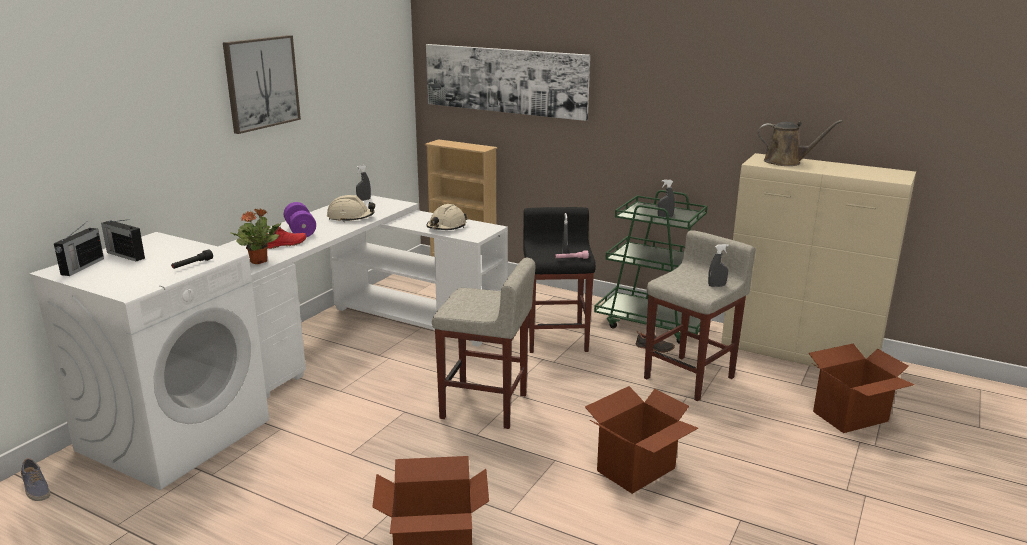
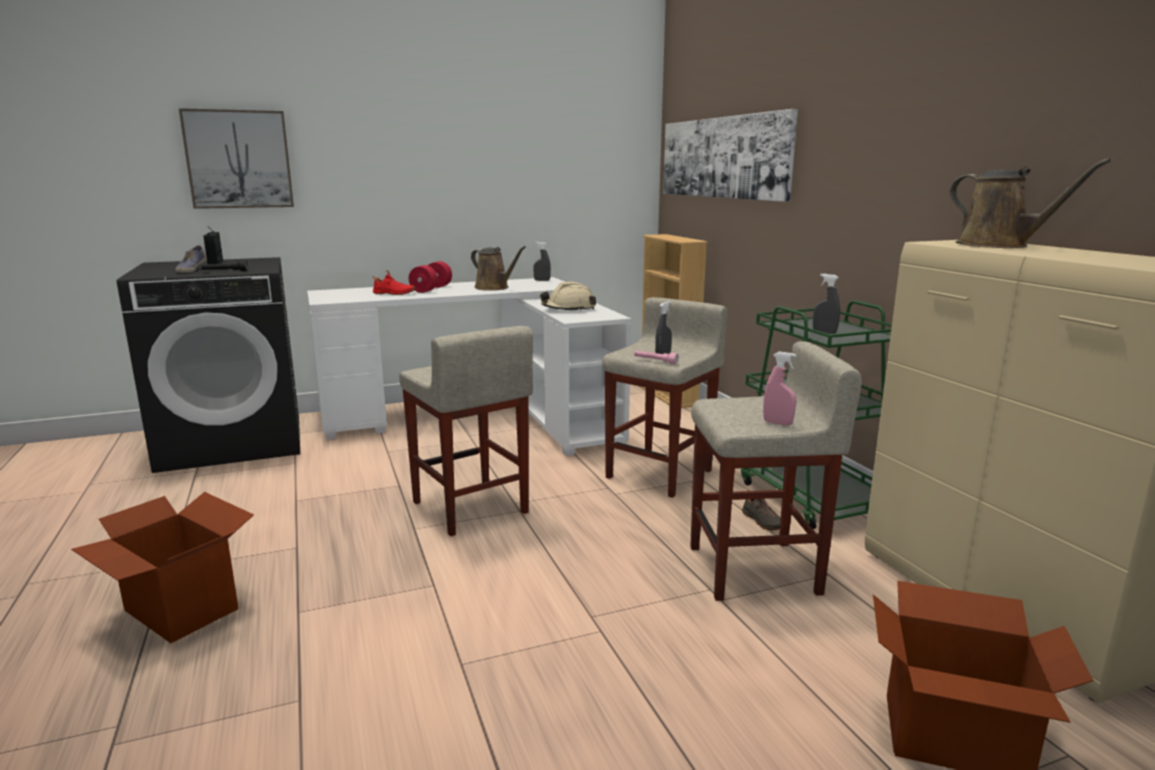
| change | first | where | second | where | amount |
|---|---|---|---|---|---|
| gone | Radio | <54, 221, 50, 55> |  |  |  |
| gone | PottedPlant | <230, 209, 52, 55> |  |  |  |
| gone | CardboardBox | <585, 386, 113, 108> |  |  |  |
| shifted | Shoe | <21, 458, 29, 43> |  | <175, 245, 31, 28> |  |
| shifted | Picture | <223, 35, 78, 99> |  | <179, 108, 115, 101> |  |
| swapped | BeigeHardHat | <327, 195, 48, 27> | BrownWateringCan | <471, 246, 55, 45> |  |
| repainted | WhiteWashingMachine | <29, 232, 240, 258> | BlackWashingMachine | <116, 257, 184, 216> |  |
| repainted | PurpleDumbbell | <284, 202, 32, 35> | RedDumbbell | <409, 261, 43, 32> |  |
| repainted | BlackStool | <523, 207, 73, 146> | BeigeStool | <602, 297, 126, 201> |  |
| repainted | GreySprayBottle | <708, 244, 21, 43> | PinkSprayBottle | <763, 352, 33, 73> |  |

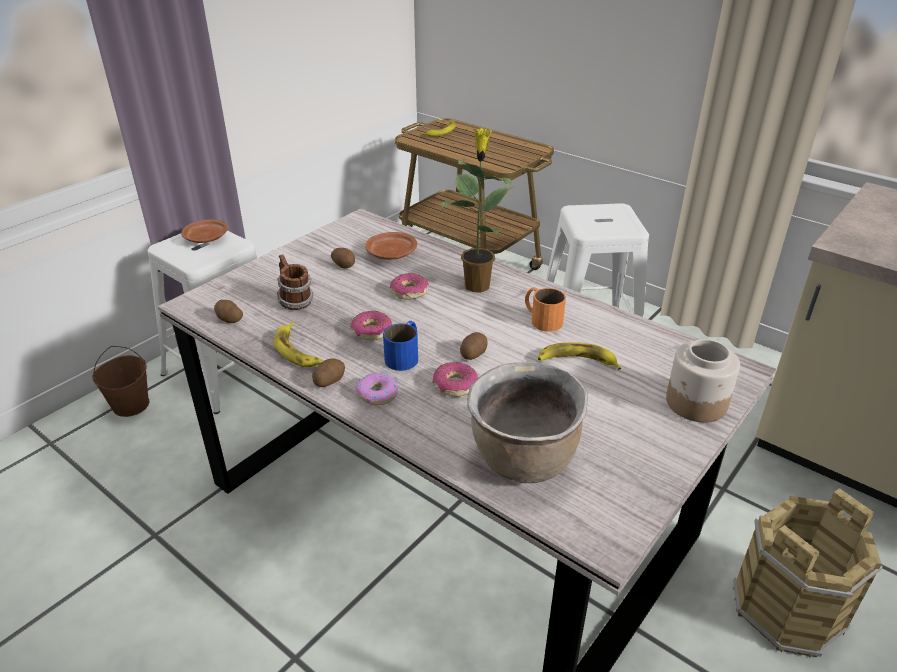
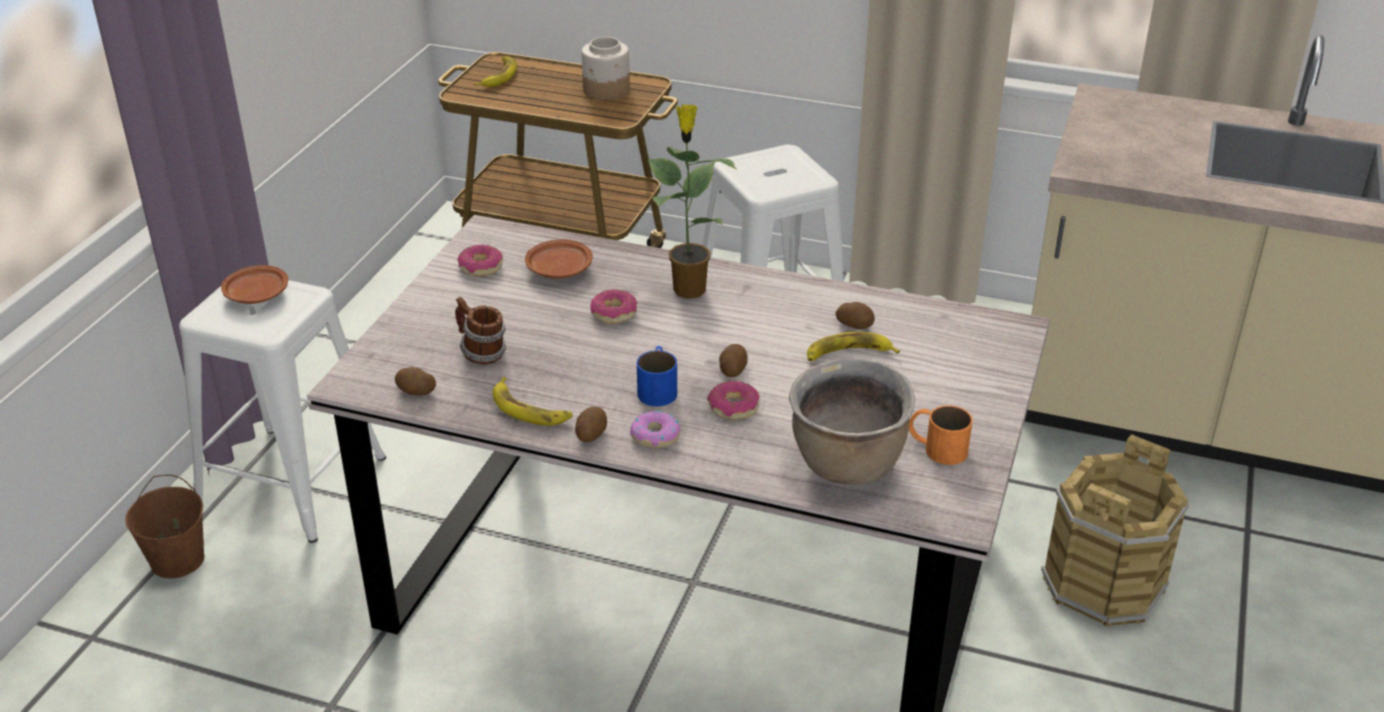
| change | first | where | second | where | amount |
|---|---|---|---|---|---|
| shifted | Potato | <331, 248, 24, 20> |  | <836, 302, 39, 27> |  |
| shifted | Donut | <350, 311, 42, 30> |  | <457, 245, 46, 31> |  |
| shifted | OrangeMug | <525, 287, 41, 45> |  | <909, 405, 64, 60> |  |
| shifted | Jar | <666, 339, 74, 84> |  | <581, 37, 49, 63> |  |

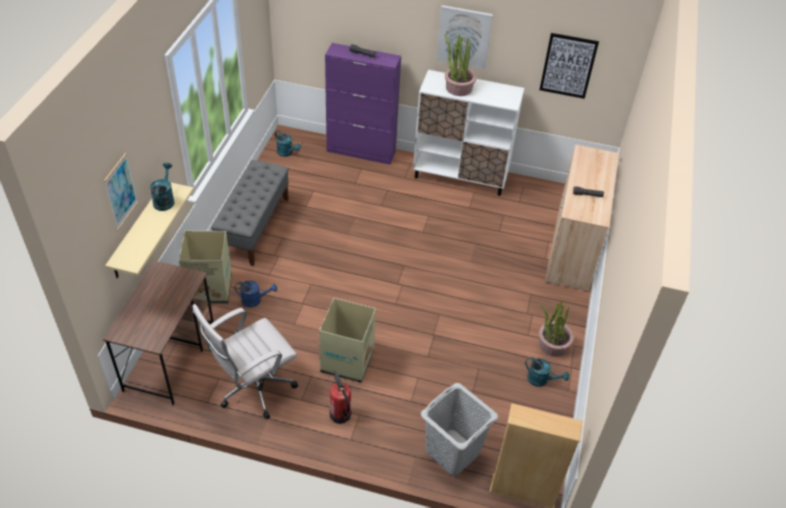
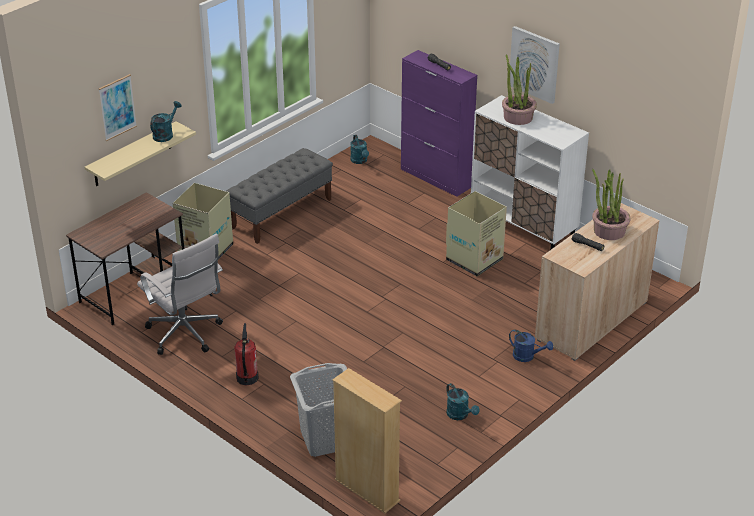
| change | first | where | second | where | amount |
|---|---|---|---|---|---|
| gone | Picture | <539, 33, 60, 66> |  |  |  |
| shifted | BlueWateringCan | <235, 280, 42, 27> |  | <509, 329, 44, 33> |  |
| shifted | CardboardBox | <319, 298, 57, 85> |  | <446, 191, 61, 85> |  |
| shifted | PottedPlant | <539, 299, 35, 58> |  | <592, 169, 39, 71> |  |
| rotated | WhiteOfficeChair | <192, 304, 106, 116> |  | <137, 233, 86, 122> | 120 degrees counterclockwise |

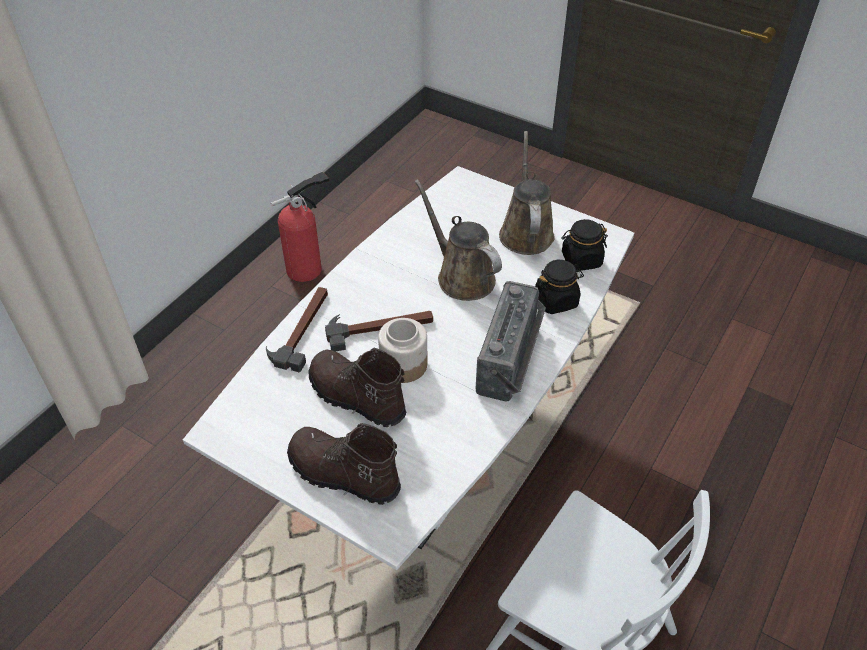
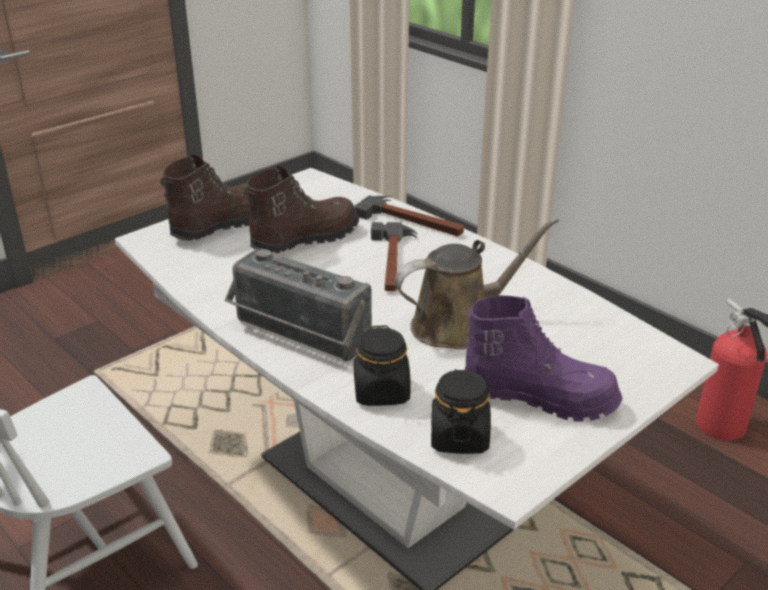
| change | first | where | second | where | amount |
|---|---|---|---|---|---|
| gone | Jar | <378, 318, 49, 65> |  |  |  |
| swapped | BrownWateringCan | <499, 131, 56, 124> | PurpleBoot | <464, 295, 159, 126> |  |

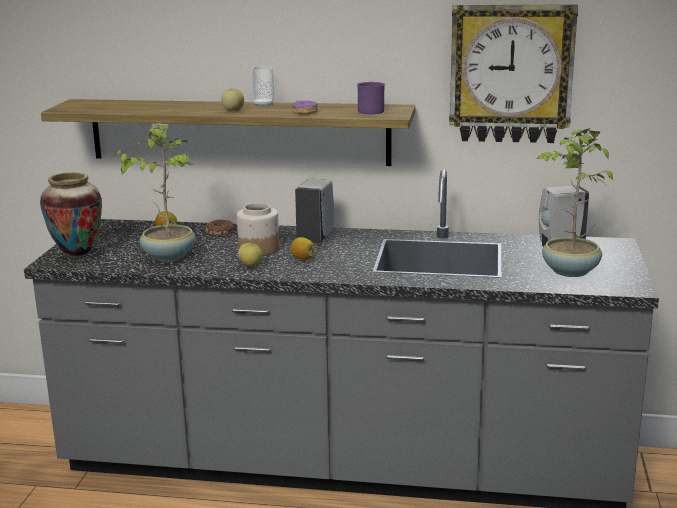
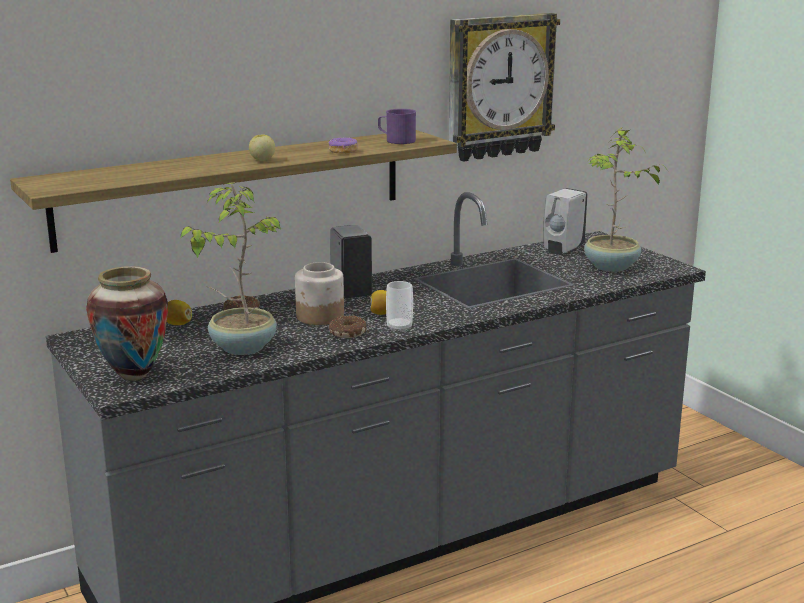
| change | first | where | second | where | amount |
|---|---|---|---|---|---|
| shifted | Cup | <251, 66, 23, 41> |  | <386, 281, 27, 51> |  |
| swapped | Apple | <238, 243, 24, 24> | Donut | <329, 316, 37, 22> |  |

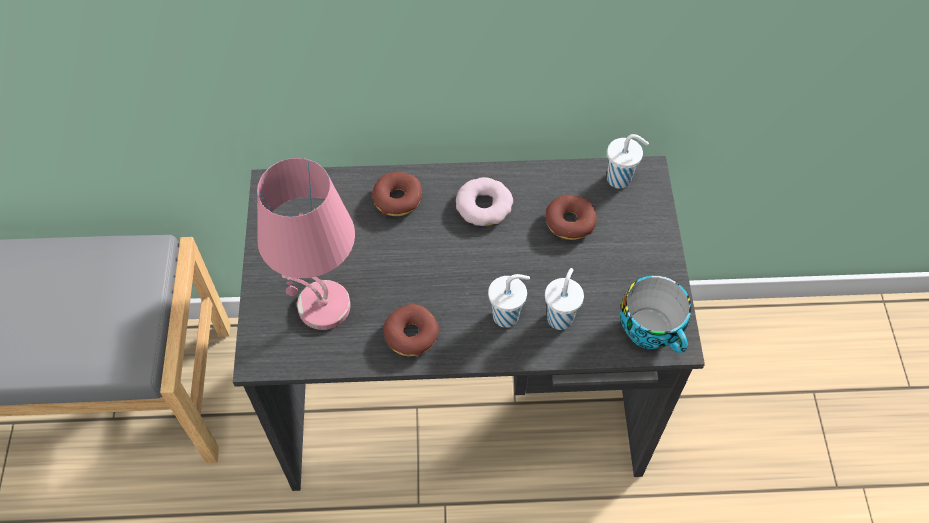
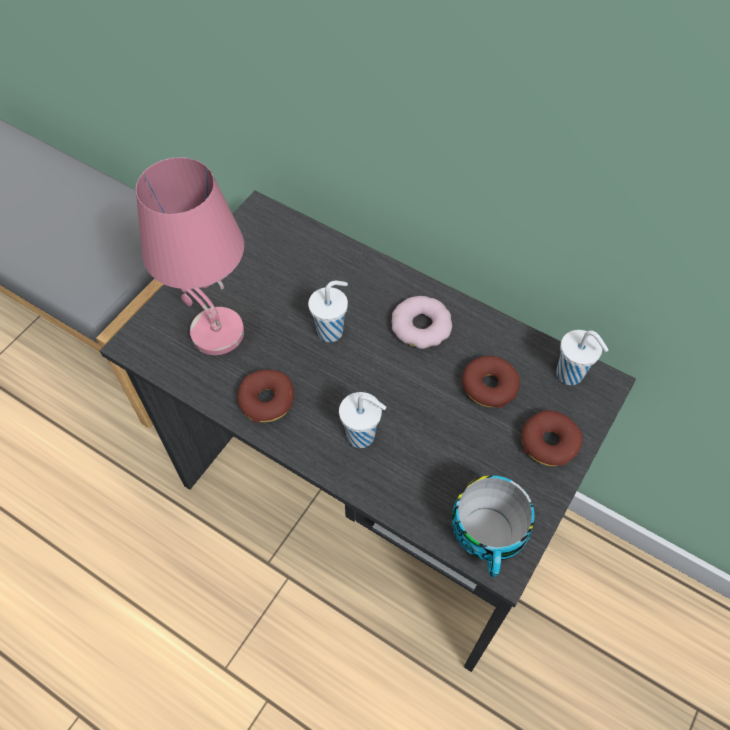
| change | first | where | second | where | amount |
|---|---|---|---|---|---|
| shifted | Donut | <372, 172, 50, 44> |  | <521, 410, 62, 56> |  |
| shifted | WhiteCup | <545, 268, 39, 62> |  | <308, 281, 40, 61> |  |

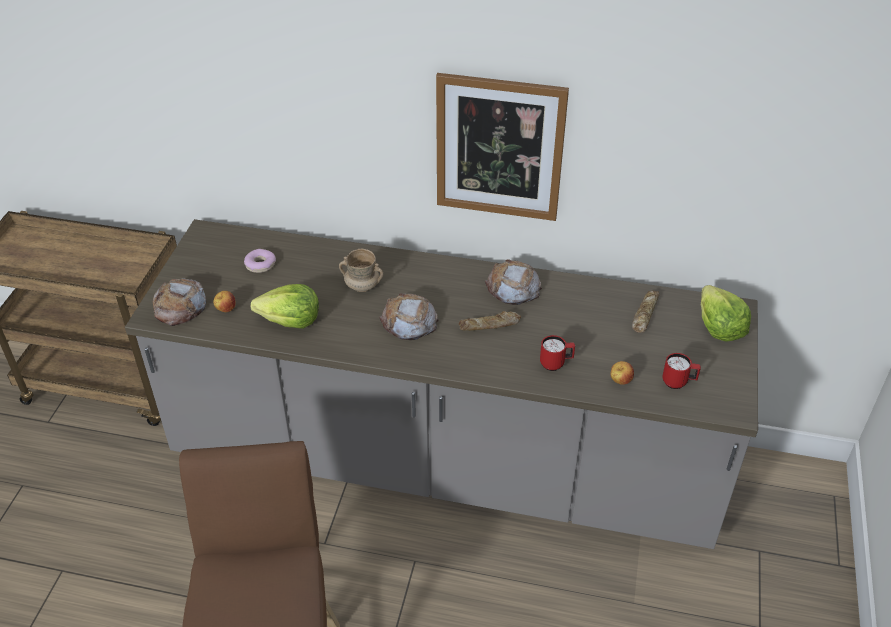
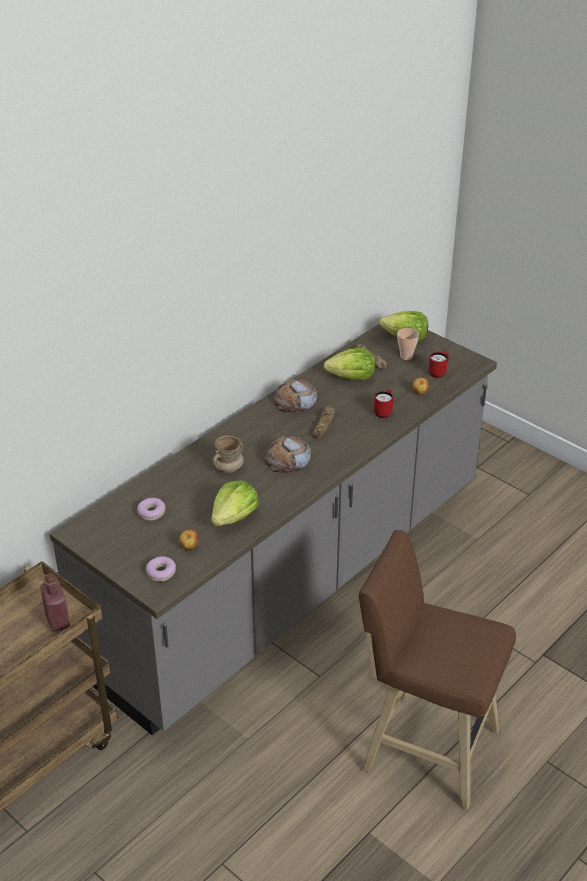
| change | first | where | second | where | amount |
|---|---|---|---|---|---|
| gone | Picture | <436, 73, 133, 148> |  |  |  |
| new |  |  | RedBottle | <40, 573, 30, 59> |  |
| new |  |  | Lettuce | <324, 348, 51, 32> |  |
| new |  |  | Cup | <397, 328, 22, 32> |  |
| swapped | Bread | <153, 278, 53, 48> | Donut | <146, 556, 30, 26> |  |

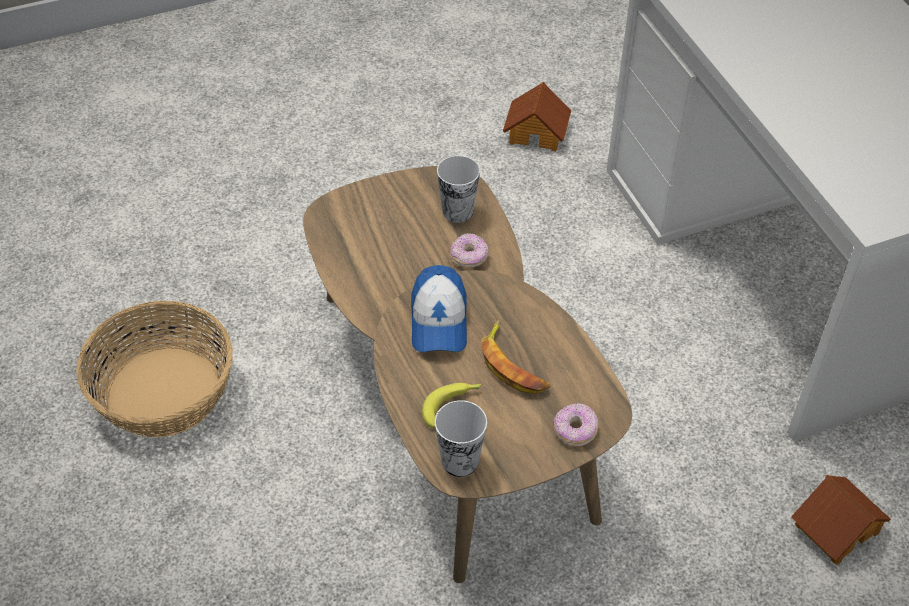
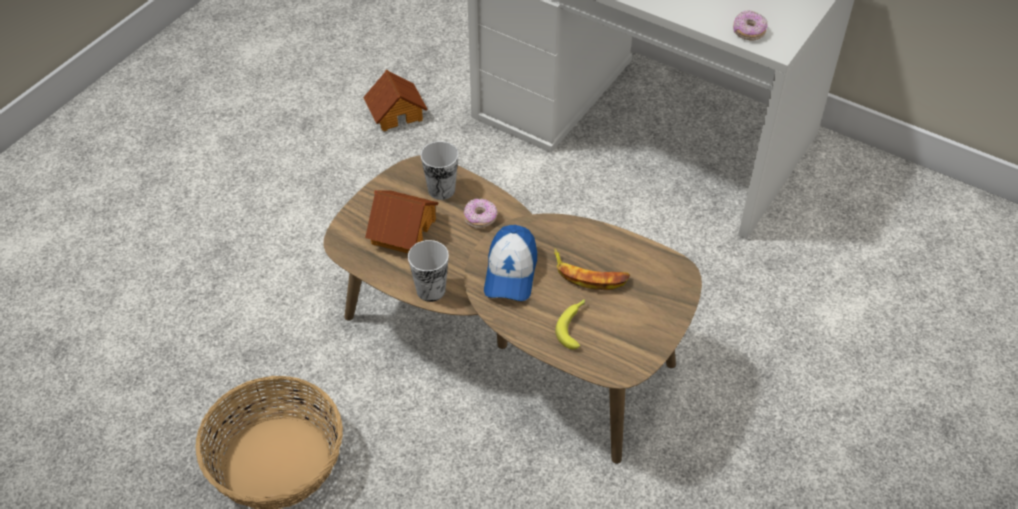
| change | first | where | second | where | amount |
|---|---|---|---|---|---|
| shifted | Cup | <435, 400, 52, 77> |  | <408, 240, 41, 62> |  |
| shifted | Donut | <553, 403, 45, 43> |  | <733, 10, 35, 31> |  |
| shifted | ToyHouse | <791, 475, 100, 90> |  | <365, 190, 74, 63> |  |
| rotated | Cap | <411, 265, 56, 87> |  | <484, 225, 53, 76> | 45 degrees clockwise |

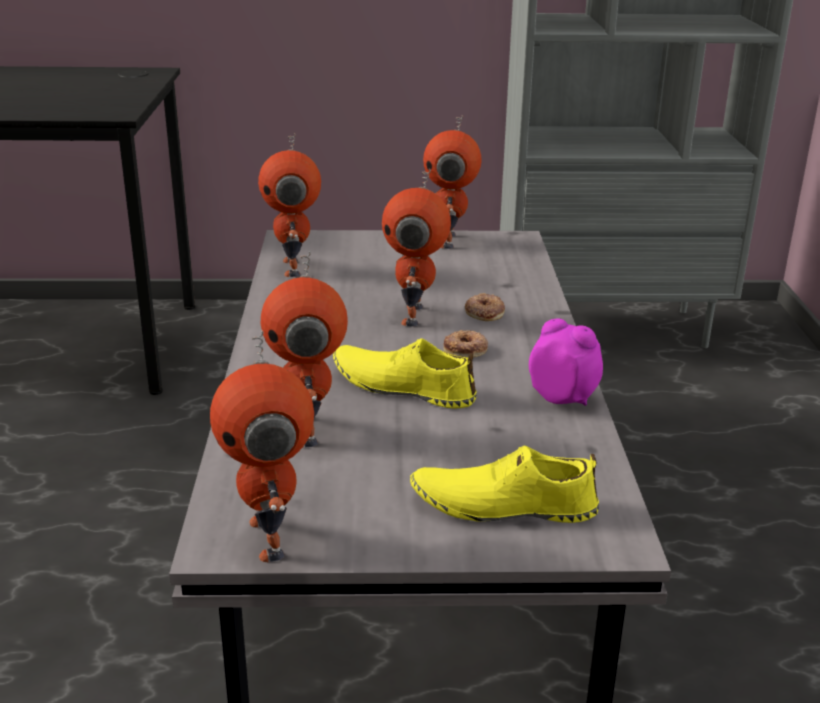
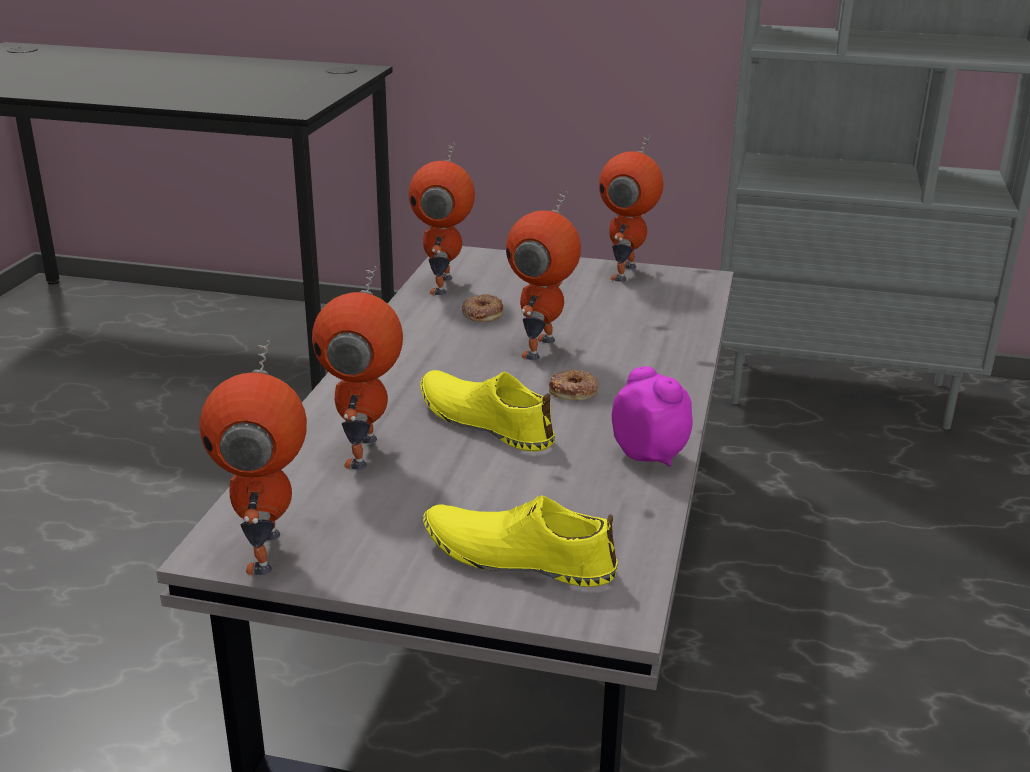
| change | first | where | second | where | amount |
|---|---|---|---|---|---|
| shifted | Donut | <465, 293, 40, 28> |  | <462, 294, 41, 28> |  |

